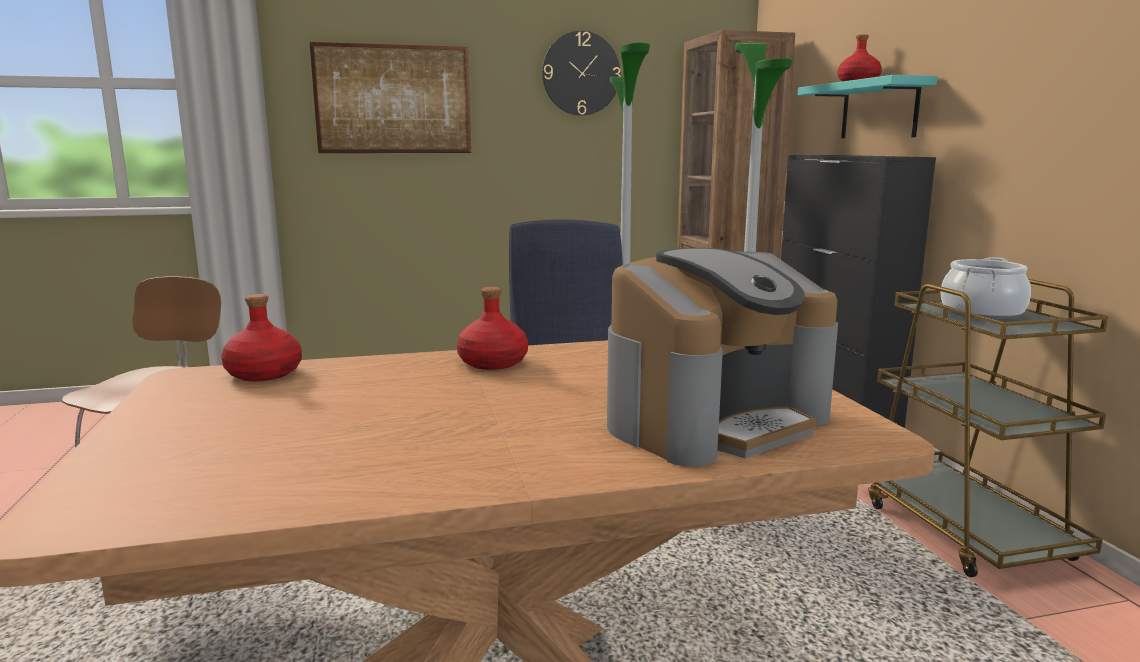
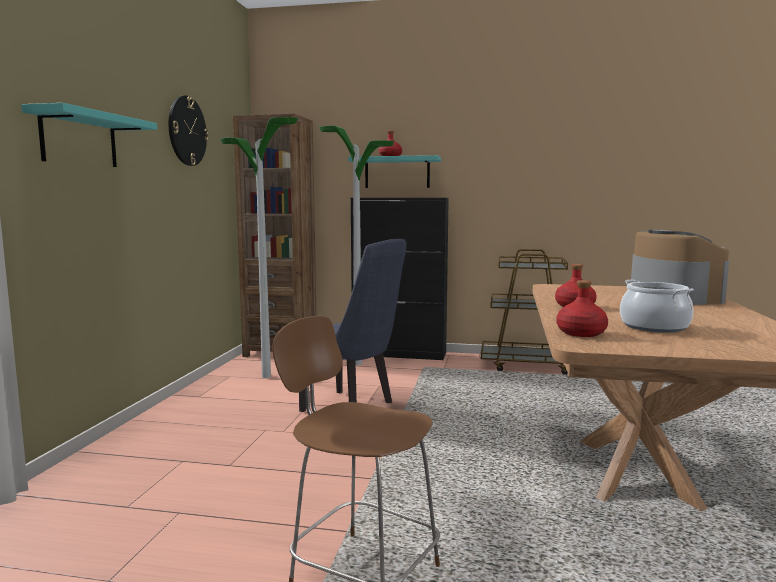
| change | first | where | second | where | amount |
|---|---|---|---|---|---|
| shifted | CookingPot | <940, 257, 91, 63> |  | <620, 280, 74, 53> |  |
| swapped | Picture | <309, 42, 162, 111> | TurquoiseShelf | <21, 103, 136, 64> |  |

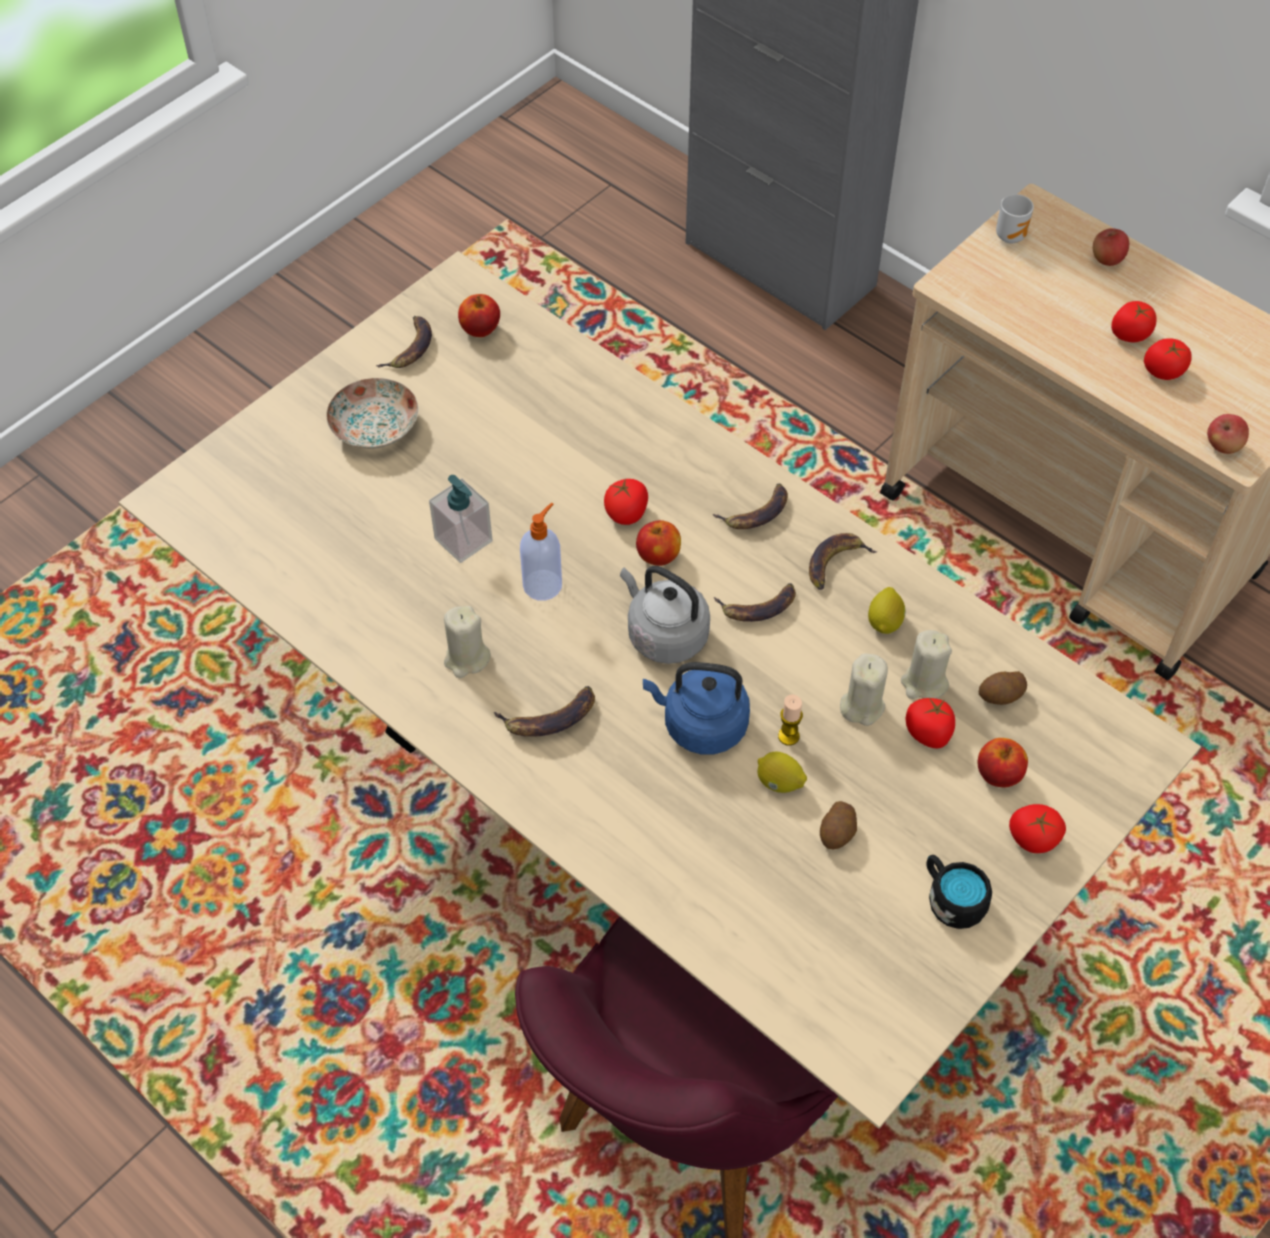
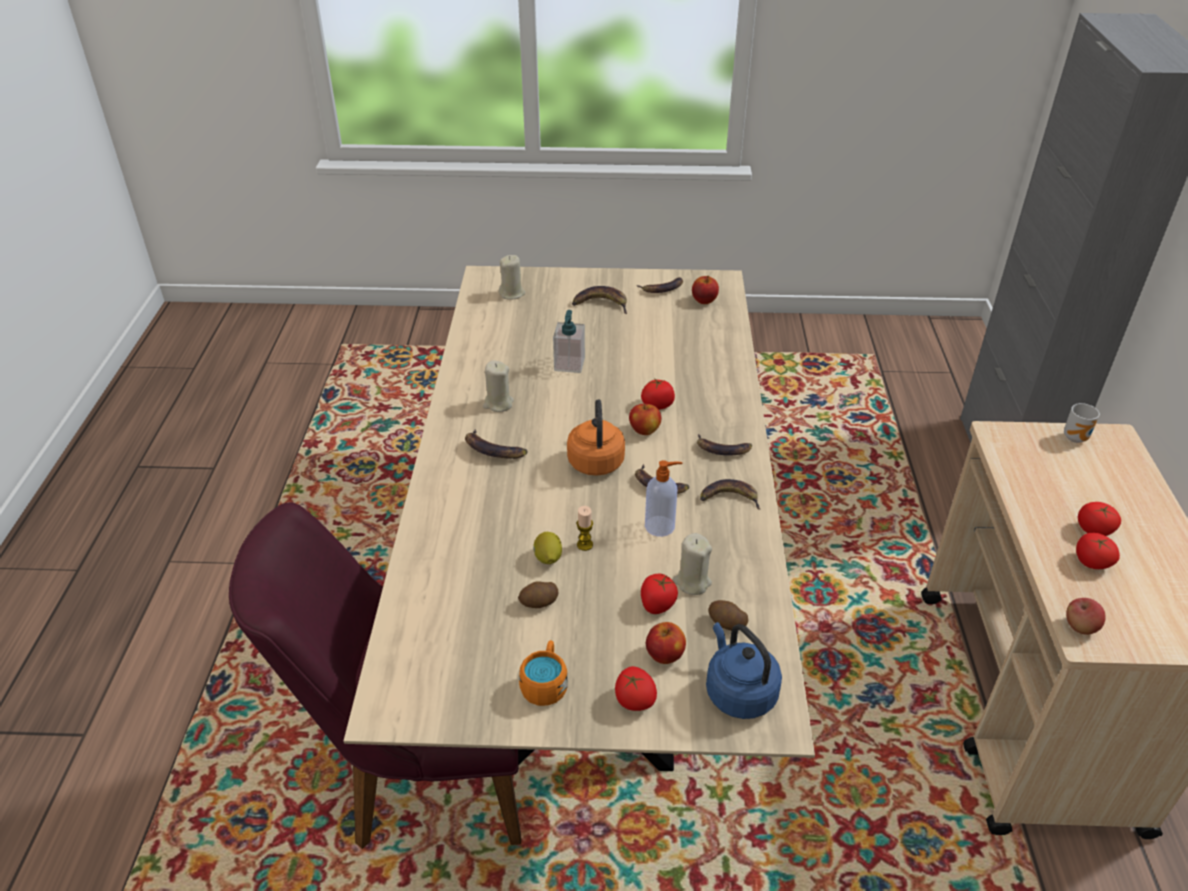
| change | first | where | second | where | amount |
|---|---|---|---|---|---|
| gone | Lemon | <868, 587, 37, 47> |  |  |  |
| gone | Apple | <1093, 228, 36, 38> |  |  |  |
| shifted | SoapDispenser | <520, 503, 42, 98> |  | <645, 460, 37, 77> |  |
| shifted | BlueKettle | <643, 662, 107, 93> |  | <706, 622, 76, 97> |  |
| shifted | BeigeCandle | <840, 653, 48, 73> |  | <499, 255, 26, 44> |  |
| swapped | Plate | <327, 378, 91, 71> | Banana | <572, 286, 55, 28> |  |
| repainted | GreyKettle | <620, 566, 90, 98> | OrangeKettle | <567, 400, 58, 76> |  |
| repainted | BlackMug | <926, 855, 66, 74> | OrangeMug | <519, 640, 49, 66> |  |

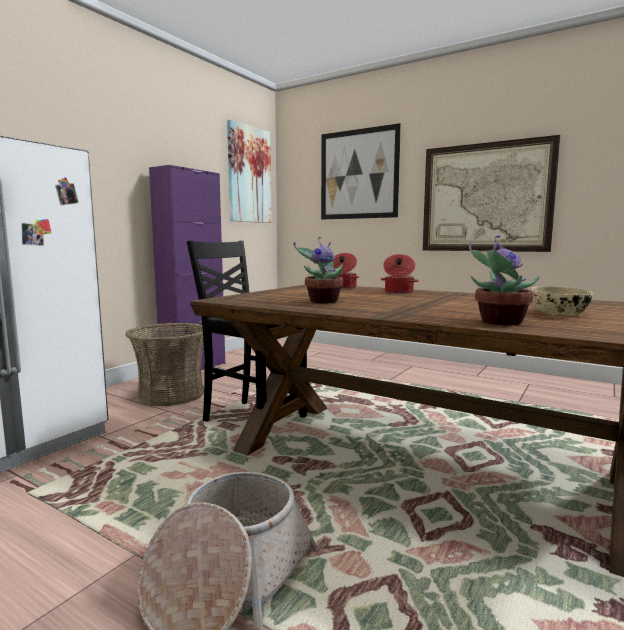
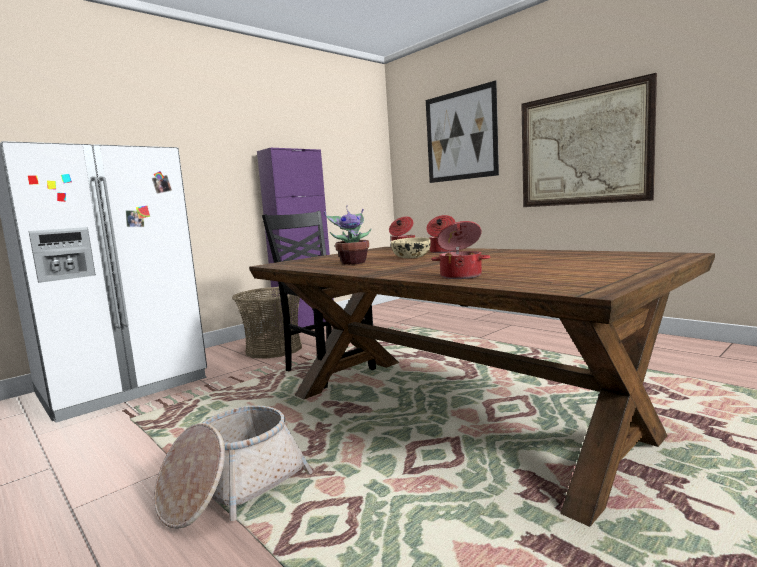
| change | first | where | second | where | amount |
|---|---|---|---|---|---|
| gone | Picture | <227, 119, 45, 104> |  |  |  |
| shifted | BeigeBowl | <531, 286, 62, 30> |  | <391, 238, 40, 20> |  |
| swapped | PottedPlant | <469, 235, 71, 90> | CookingPot | <431, 221, 59, 58> |  |

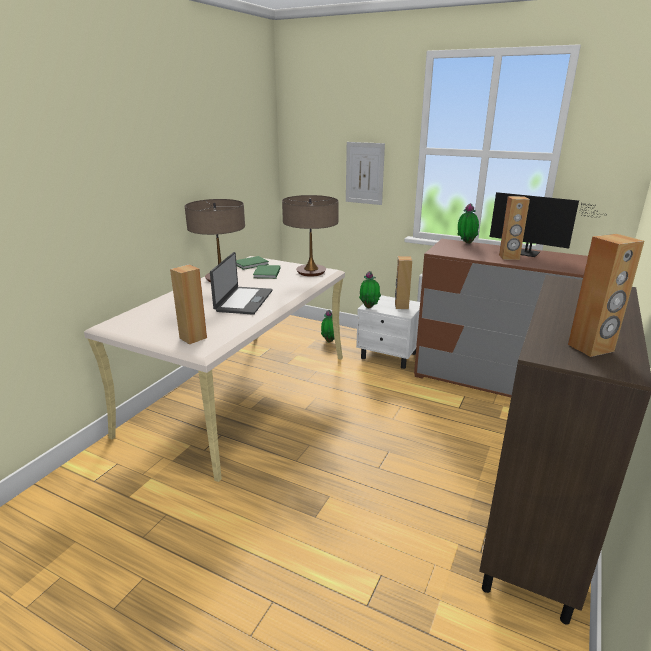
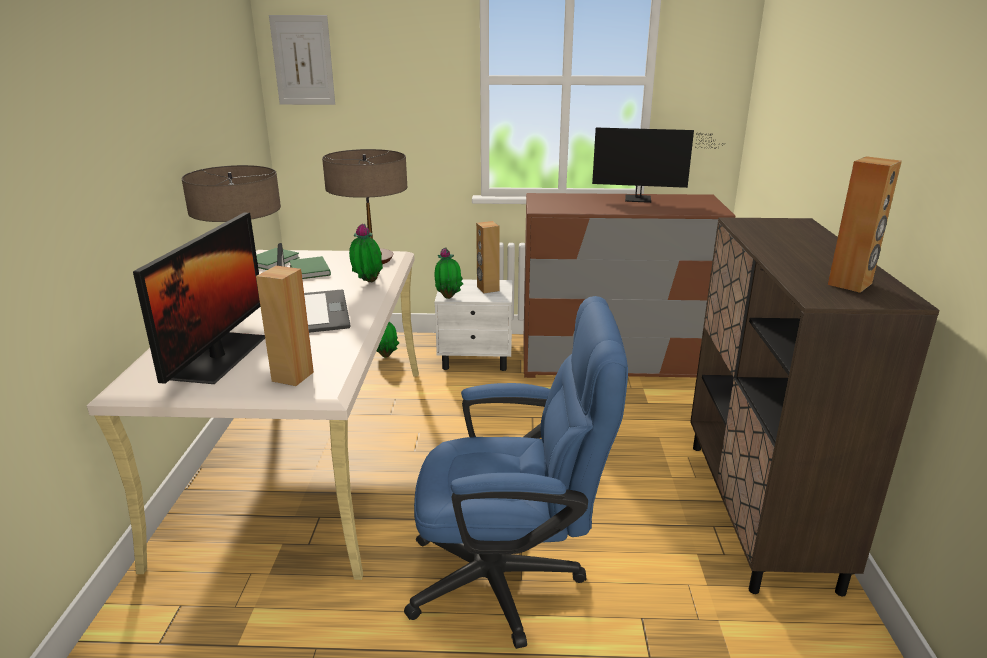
| change | first | where | second | where | amount |
|---|---|---|---|---|---|
| gone | BrownSpeaker | <499, 196, 31, 64> |  |  |  |
| new |  |  | Monitor | <133, 213, 132, 171> |  |
| new |  |  | BlueOfficeChair | <404, 296, 224, 353> |  |
| shifted | Picture | <346, 142, 39, 63> |  | <269, 15, 66, 90> |  |
| shifted | PottedPlant | <458, 203, 21, 41> |  | <349, 224, 34, 58> |  |

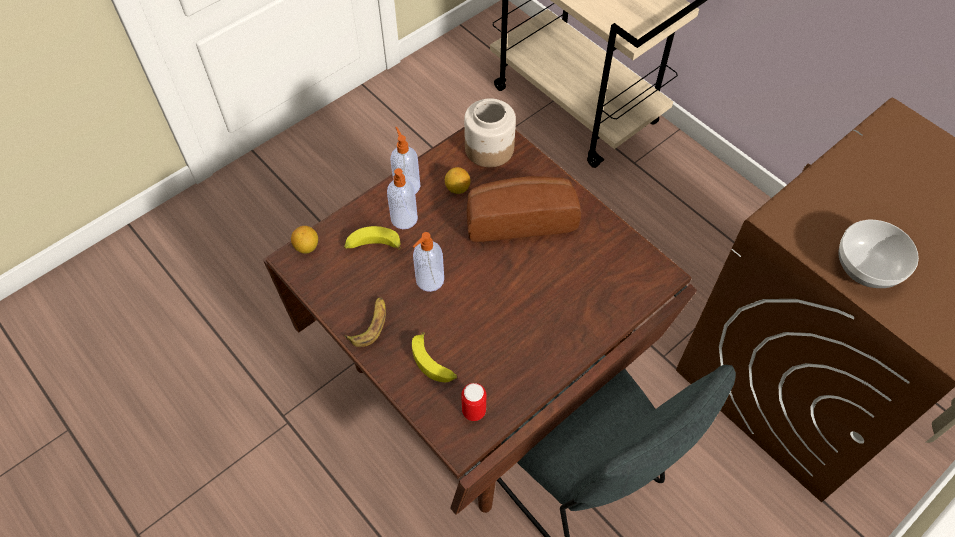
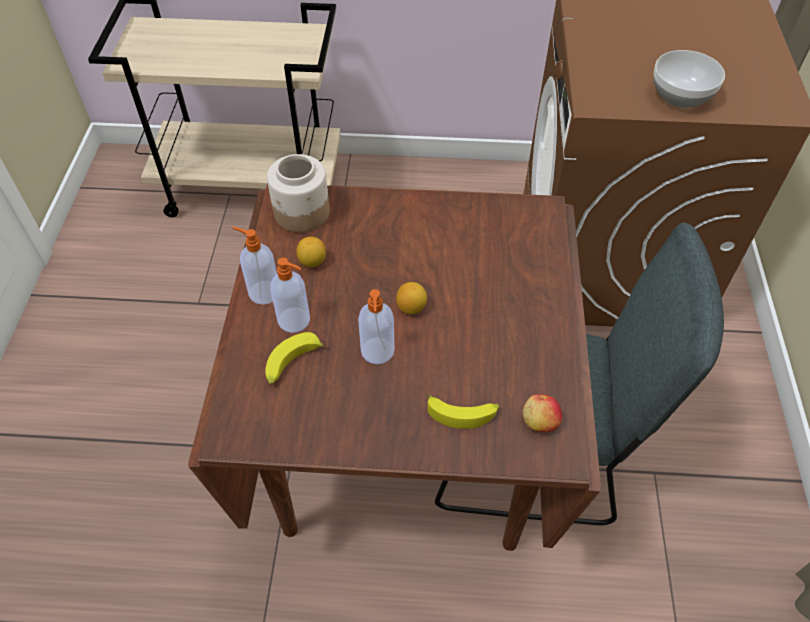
| change | first | where | second | where | amount |
|---|---|---|---|---|---|
| gone | Banana | <345, 297, 41, 50> |  |  |  |
| gone | Bread | <467, 176, 114, 66> |  |  |  |
| shifted | Lemon | <291, 226, 27, 28> |  | <396, 282, 31, 32> |  |
| swapped | Can | <461, 383, 25, 38> | Apple | <523, 394, 39, 38> |  |

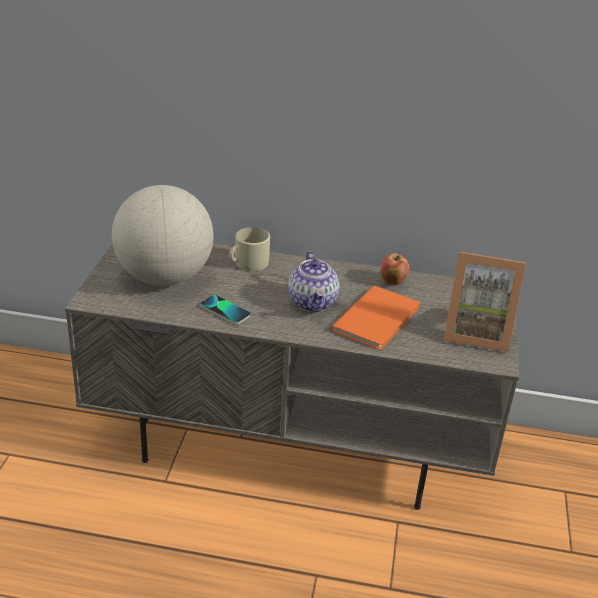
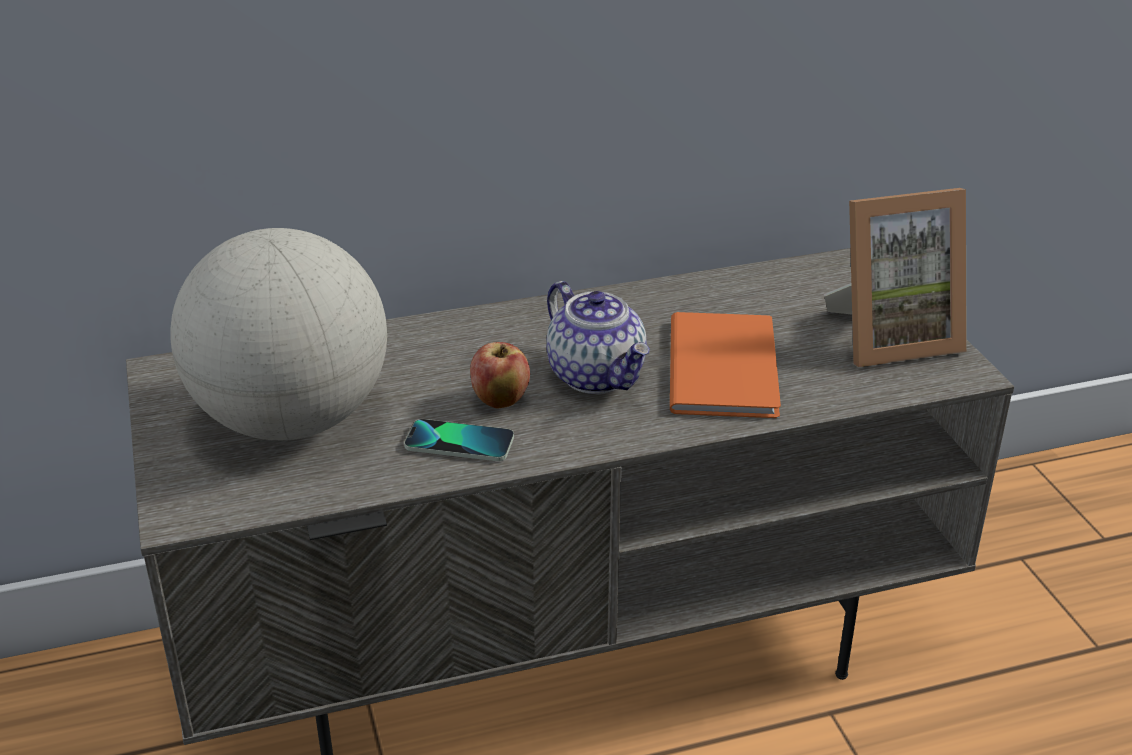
| change | first | where | second | where | amount |
|---|---|---|---|---|---|
| gone | BeigeMug | <229, 227, 41, 44> |  |  |  |
| shifted | Apple | <380, 253, 29, 32> |  | <470, 342, 60, 66> |  |

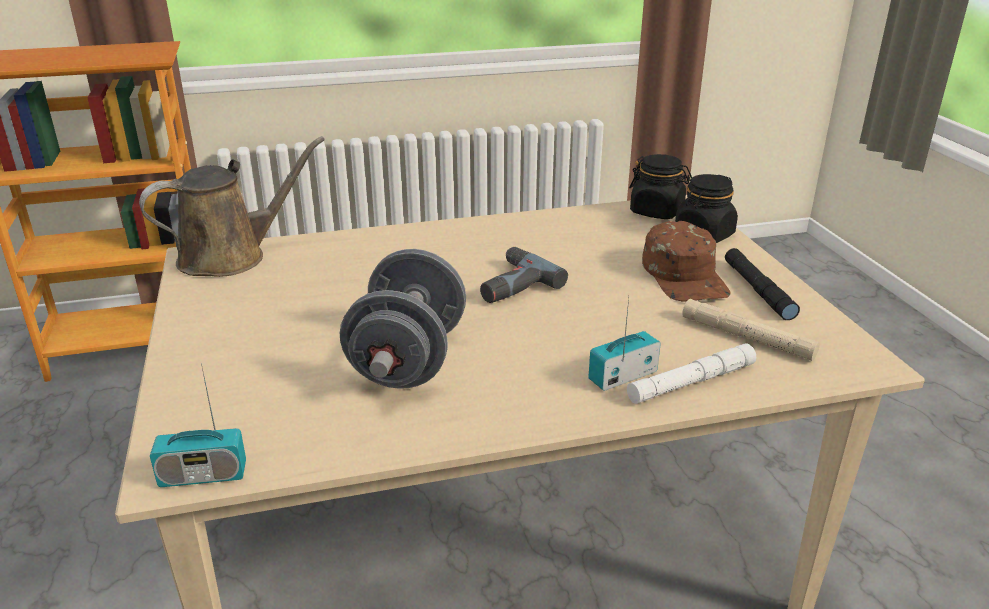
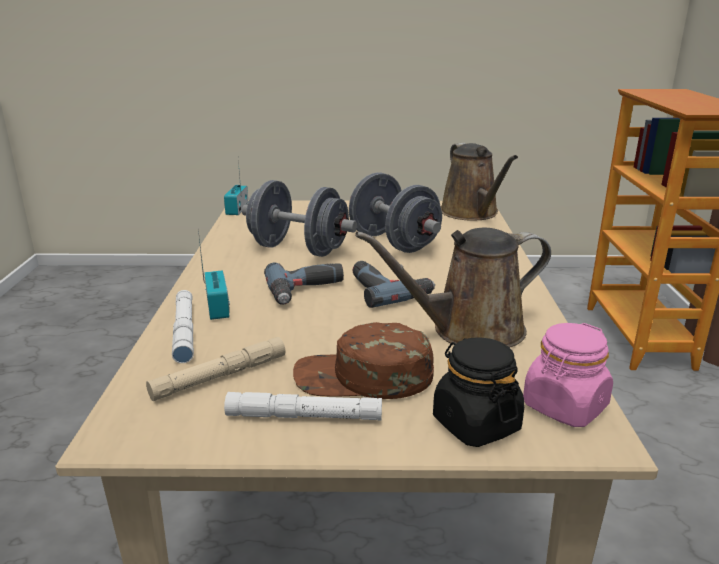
| change | first | where | second | where | amount |
|---|---|---|---|---|---|
| new |  |  | PowerDrill | <264, 262, 80, 43> |  |
| new |  |  | GreyDumbbell | <349, 172, 93, 81> |  |
| new |  |  | BrownWateringCan | <355, 228, 196, 120> |  |
| repainted | BlackJar | <629, 154, 63, 65> | PinkJar | <523, 323, 90, 104> |  |
| repainted | BlackFlashlight | <725, 248, 75, 72> | WhiteFlashlight | <224, 392, 158, 29> |  |

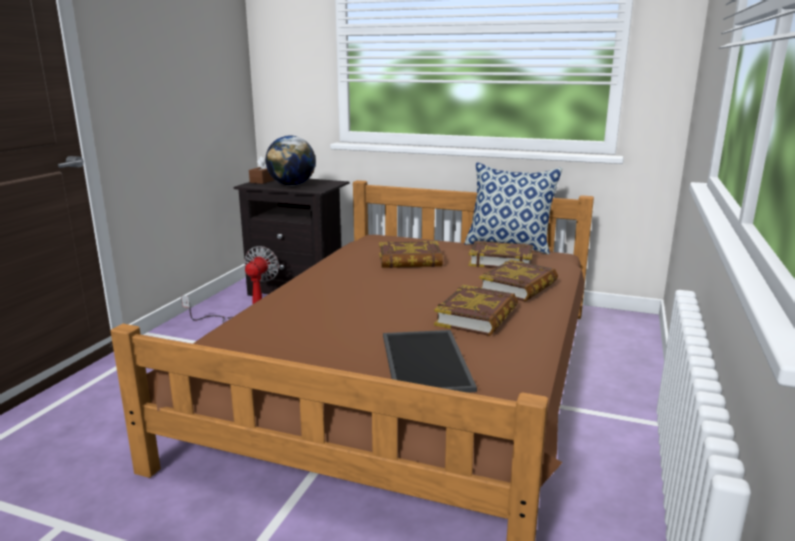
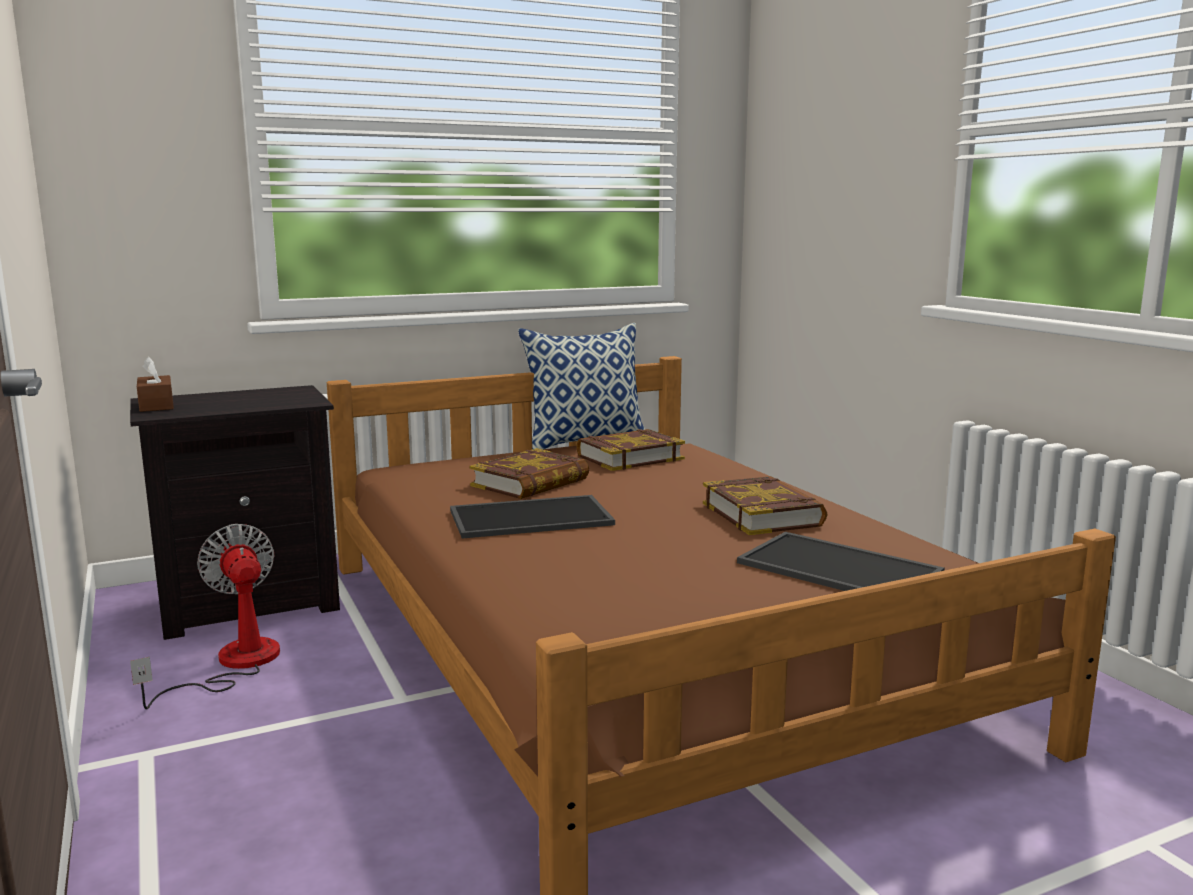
| change | first | where | second | where | amount |
|---|---|---|---|---|---|
| gone | Globe | <265, 135, 51, 51> |  |  |  |
| gone | Book | <479, 260, 79, 42> |  |  |  |
| new |  |  | Tray | <450, 495, 165, 44> |  |

